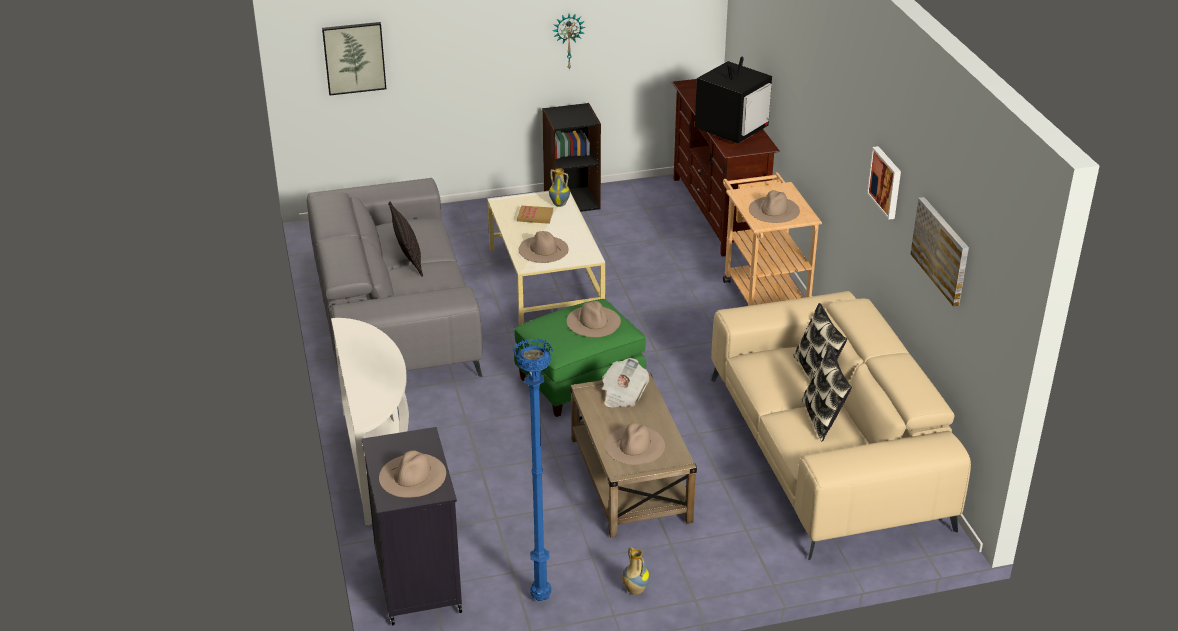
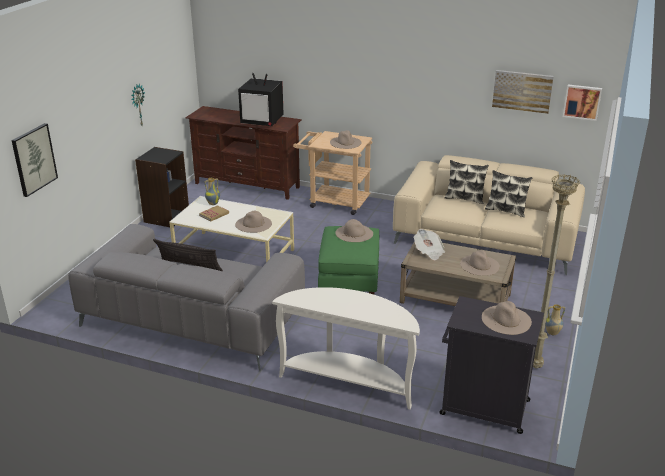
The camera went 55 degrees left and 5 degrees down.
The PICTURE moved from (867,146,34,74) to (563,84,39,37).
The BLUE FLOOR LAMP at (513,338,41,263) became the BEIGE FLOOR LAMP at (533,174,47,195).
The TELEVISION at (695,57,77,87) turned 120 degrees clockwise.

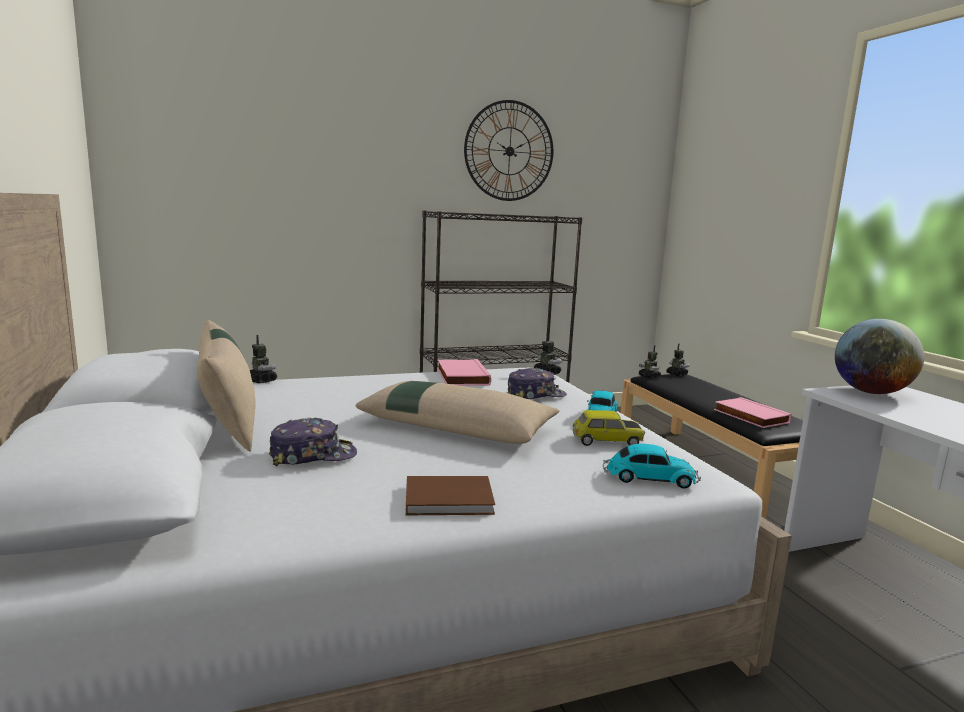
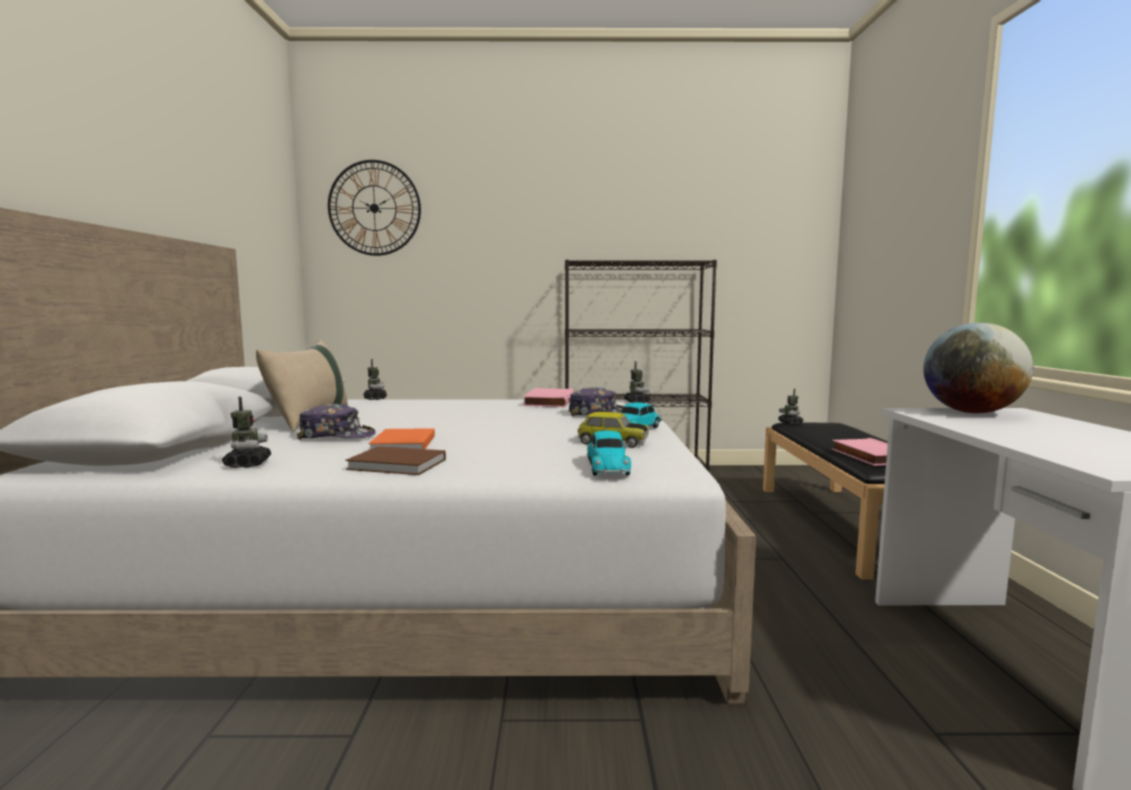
The camera went 20 degrees right and 5 degrees down.
The BEIGE PILLOW at (356,381,204,63) disappeared.
The ORANGE BOOK at (368,428,67,21) appeared.
The WALL CLOCK moved from (464,100,89,101) to (328,160,93,96).
The TOY ROBOT moved from (666,343,24,33) to (222,397,49,71).
The TOY CAR at (603,444,98,44) turned 60 degrees clockwise.

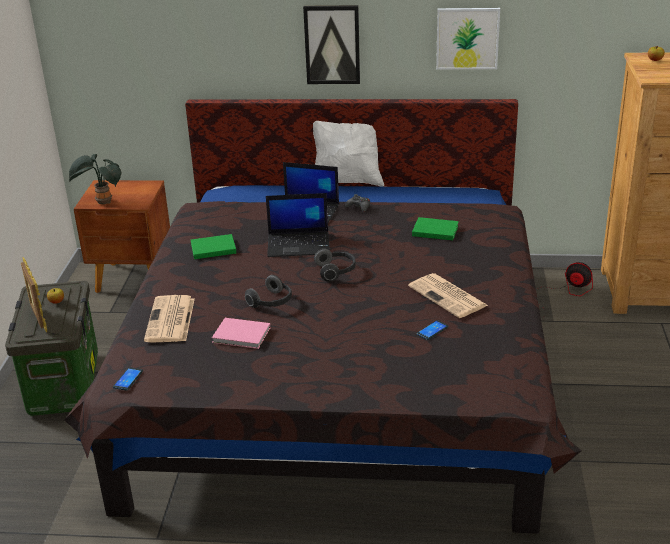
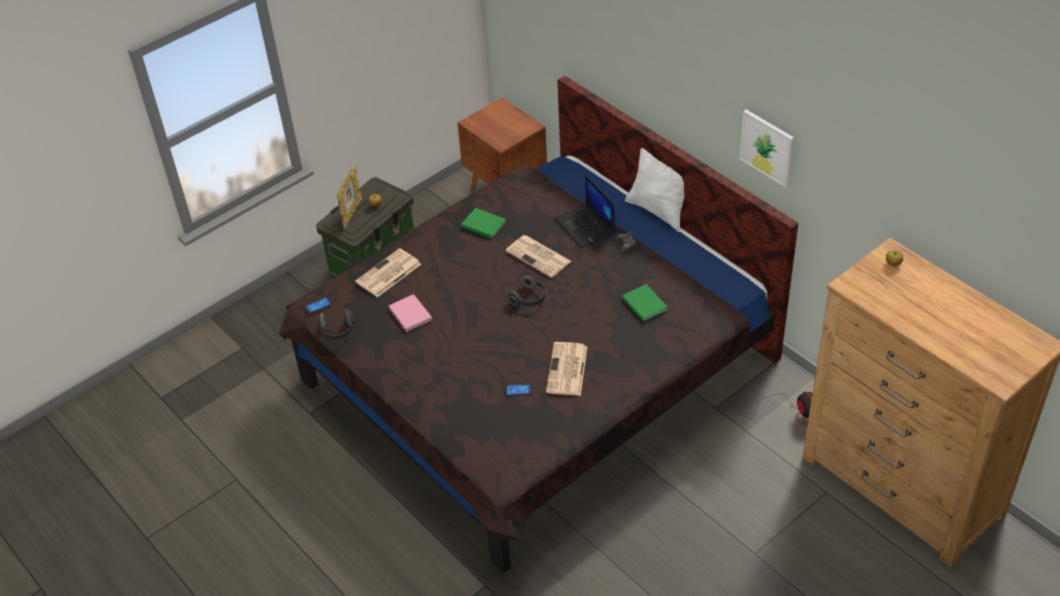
The camera went 45 degrees right and 15 degrees up.
The POTTED PLANT at (69,154,53,50) disappeared.
The PICTURE at (303,5,57,79) disappeared.
The HEADPHONES moved from (245,275,47,33) to (317,310,37,30).
The LAPTOP at (266,193,63,64) was replaced by the NEWSPAPER at (506,235,66,43).

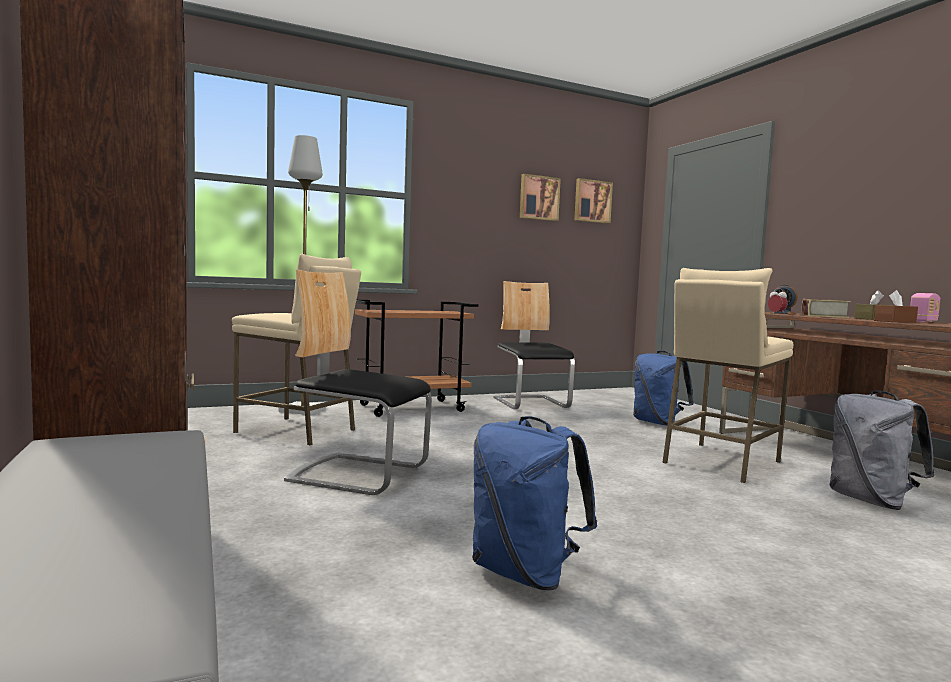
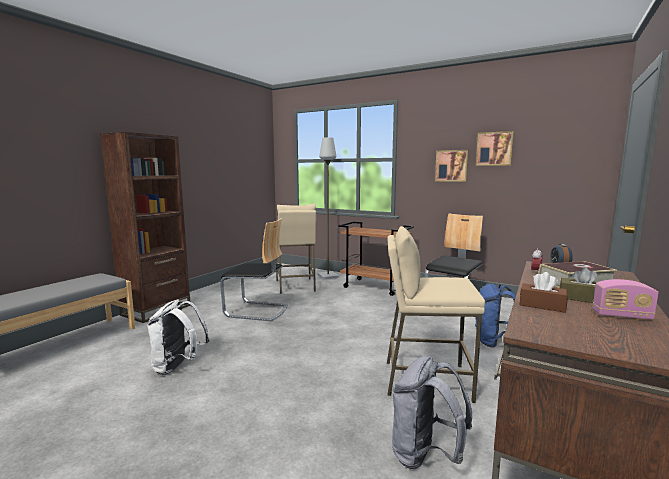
The camera went 55 degrees right and 5 degrees up.
The PICTURE moved from (574,178,39,46) to (435,150,34,32).
The BLUE BACKPACK at (472,416,125,174) became the WHITE BACKPACK at (147,300,63,75).
The CHAIR at (284,270,148,225) turned 120 degrees clockwise.

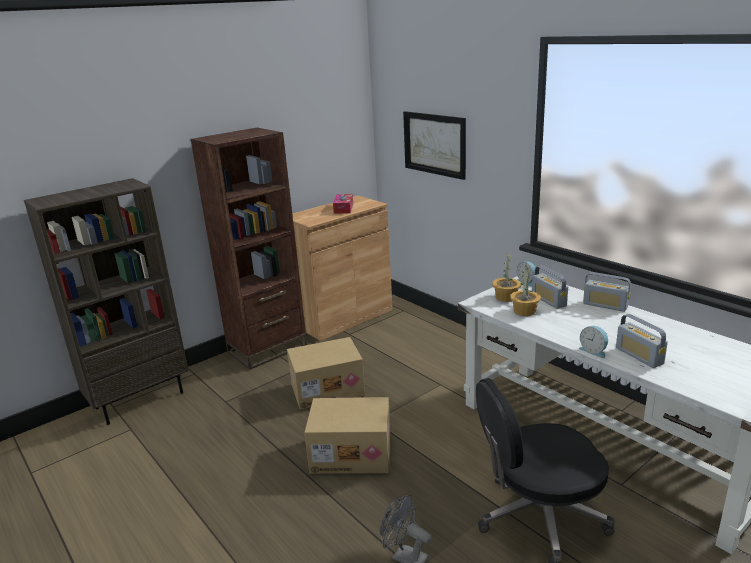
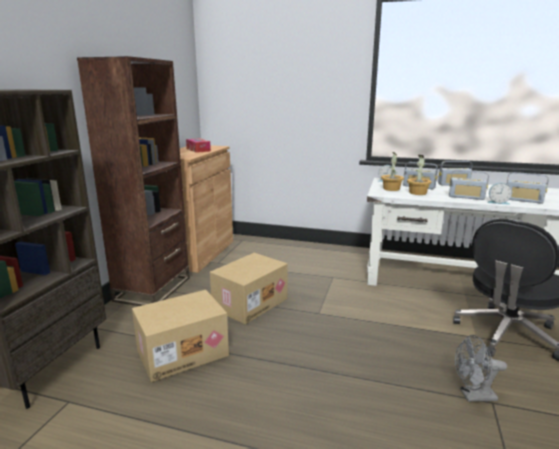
The camera went 35 degrees left and 5 degrees down.
The PICTURE at (403,111,63,69) disappeared.
The RADIO at (449,170,40,30) appeared.
The CARDBOARD BOX moved from (304,397,87,77) to (132,290,97,92).

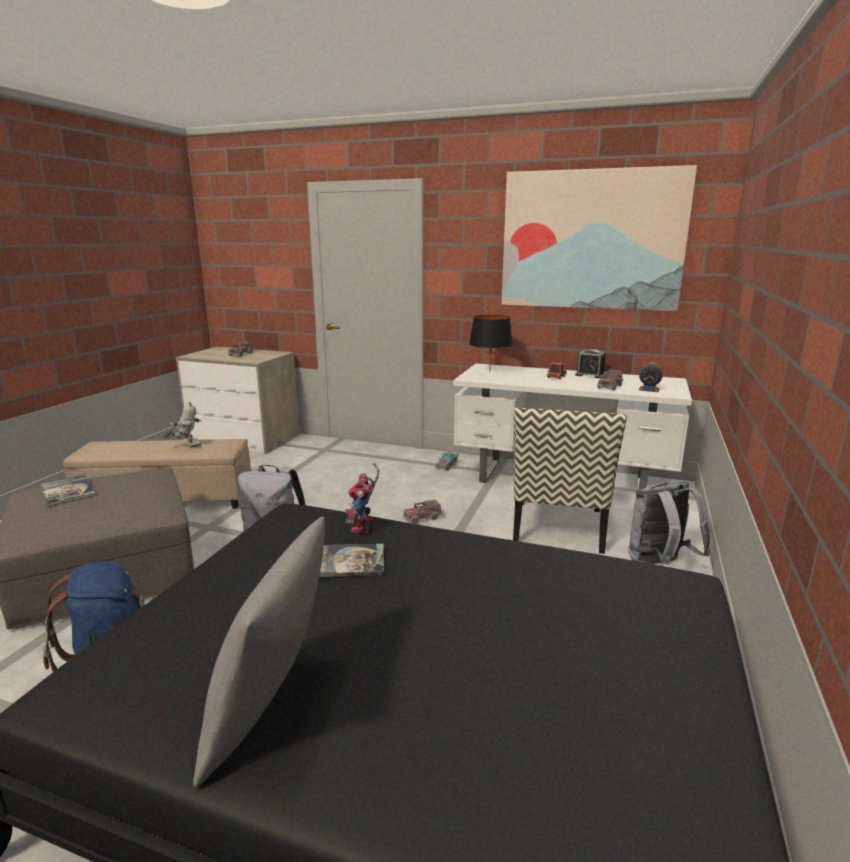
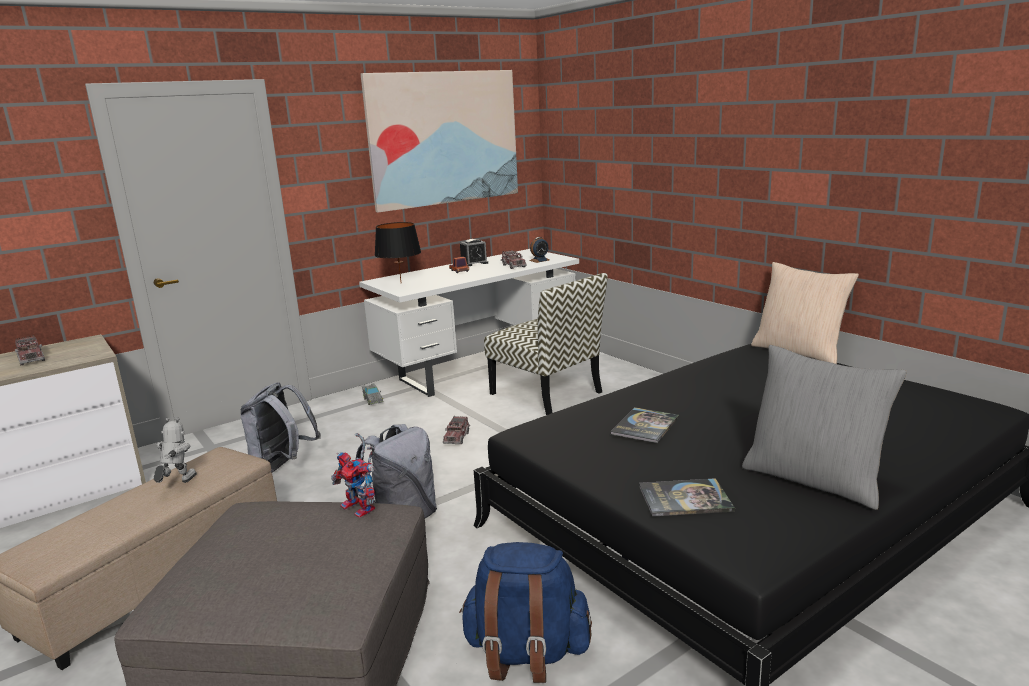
The camera went 55 degrees left and 0 degrees up.
The BEIGE PILLOW at (751,262,108,102) appeared.
The BOOK moved from (40,474,56,32) to (639,478,96,39).
The TOY ROBOT moved from (345,463,34,70) to (331,433,44,85).
The GREY BACKPACK moved from (628,481,83,84) to (240,382,81,91).

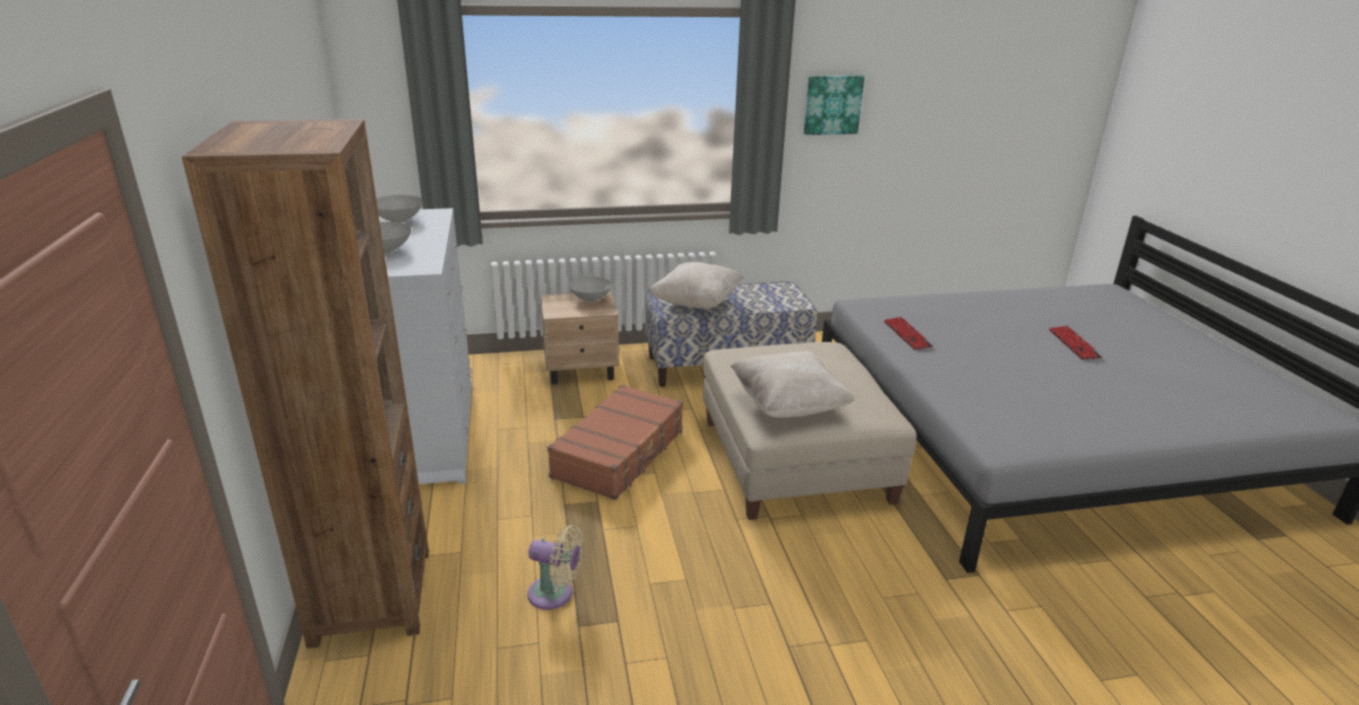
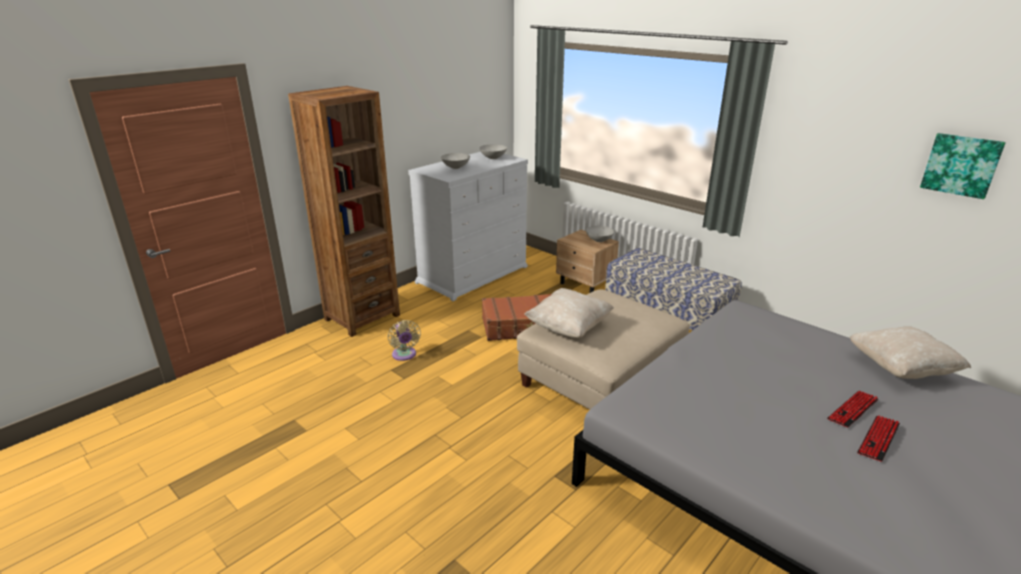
The camera went 55 degrees right and 0 degrees up.
The BEIGE PILLOW moved from (649,262,96,47) to (849,326,122,53).
The PICTURE moved from (804,75,61,60) to (920,133,86,66).
The KEYBOARD moved from (884,317,49,33) to (857,415,43,47).

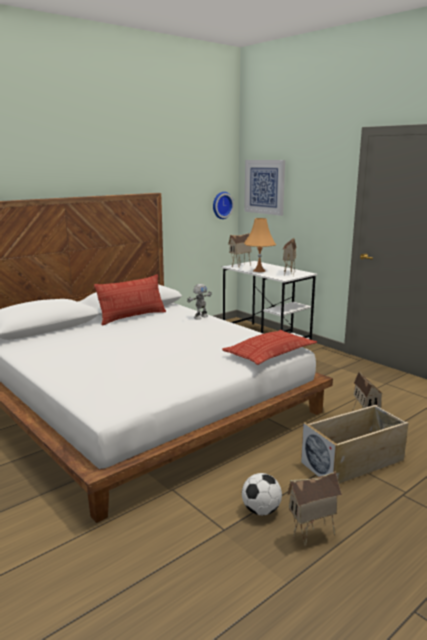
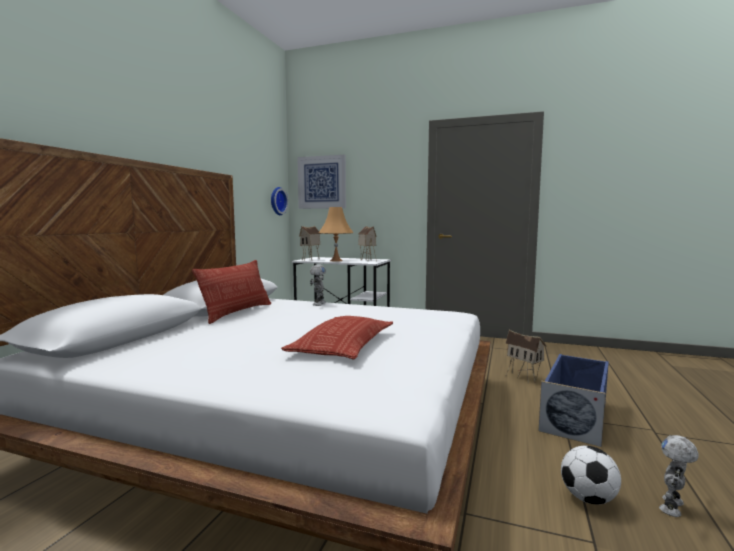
The camera went 30 degrees left and 10 degrees down.
The PILLOW moved from (222,330,95,35) to (281,316,112,43).
The TOY HOUSE at (287,471,55,76) was replaced by the TOY ROBOT at (659,435,40,82).
The BEIGE STORAGE BOX at (301,405,108,78) became the BLUE STORAGE BOX at (539,354,70,93).

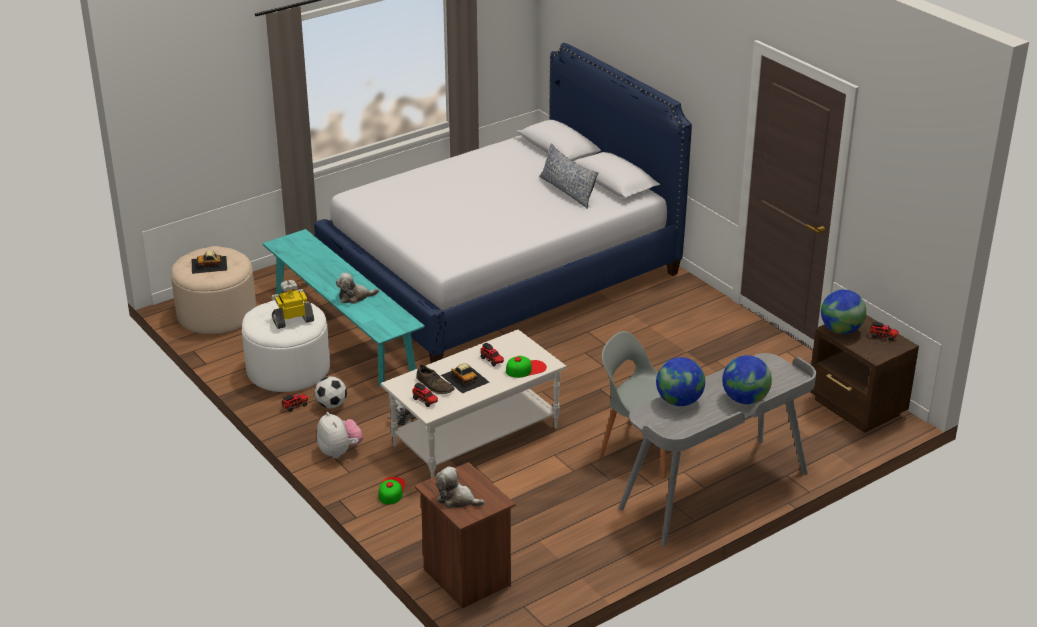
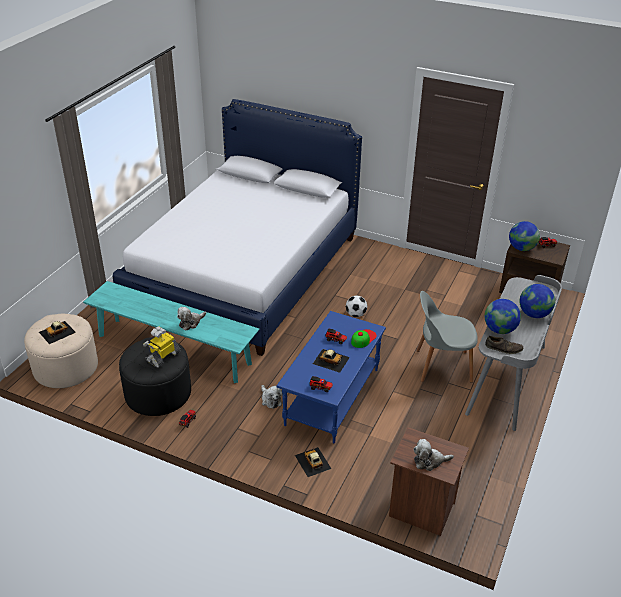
The camera went 30 degrees left and 5 degrees up.
The PLUSH TOY at (317,412,46,47) disappeared.
The PILLOW at (539,143,59,66) disappeared.
The FOOTBALL moved from (315,376,32,33) to (346,295,21,22).
The BROWN SHOE moved from (416,365,39,29) to (485,336,38,18).
The CAP at (379,477,26,28) was replaced by the TOY CAR at (295,447,36,30).
The WHITE OTTOMAN at (242,300,88,92) became the BLACK OTTOMAN at (119,337,72,79).
The WHITE COFFEE TABLE at (381,329,186,149) became the BLUE COFFEE TABLE at (277,311,109,132).

